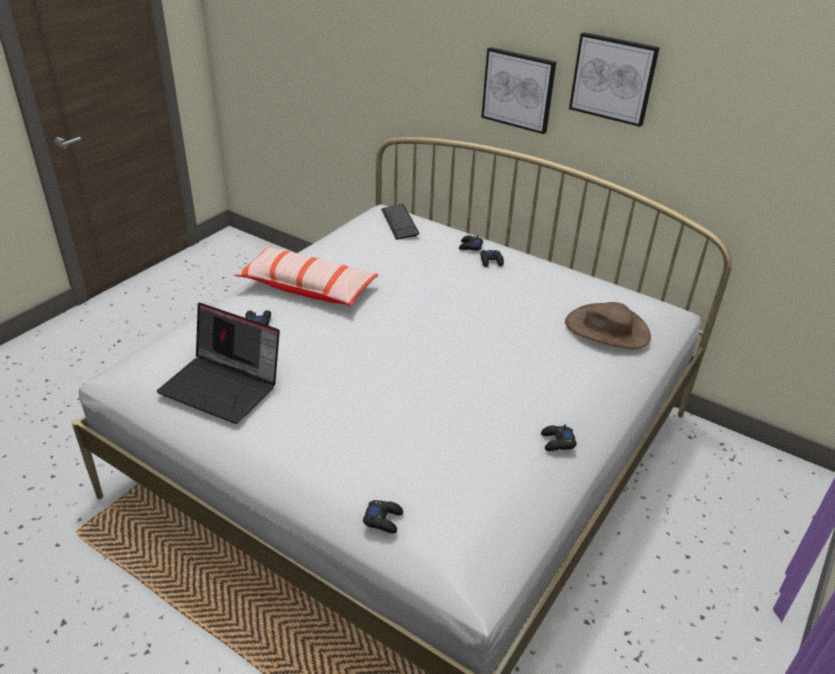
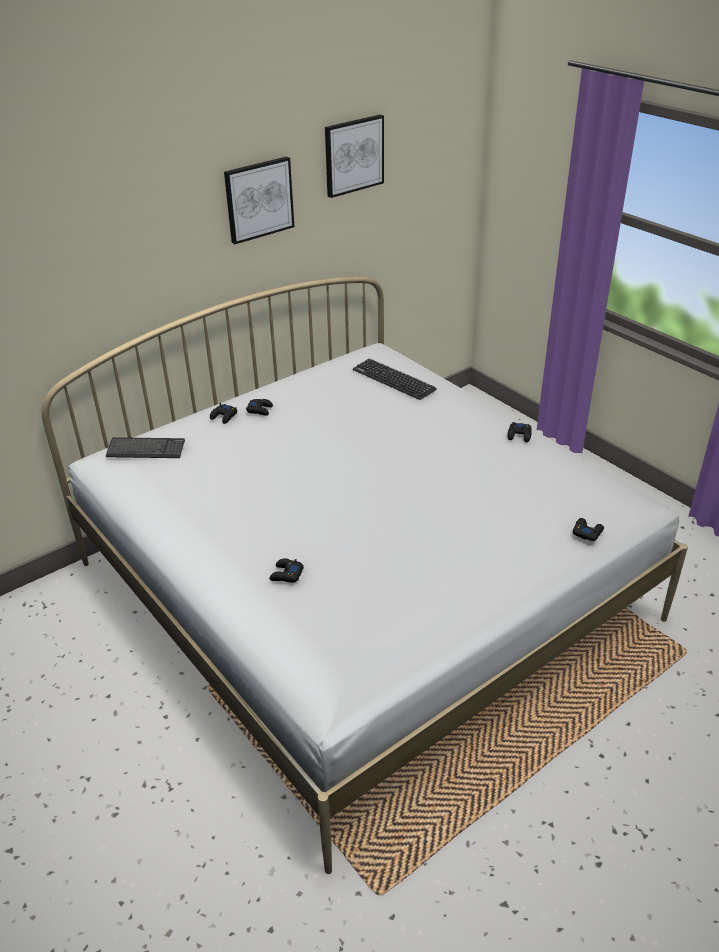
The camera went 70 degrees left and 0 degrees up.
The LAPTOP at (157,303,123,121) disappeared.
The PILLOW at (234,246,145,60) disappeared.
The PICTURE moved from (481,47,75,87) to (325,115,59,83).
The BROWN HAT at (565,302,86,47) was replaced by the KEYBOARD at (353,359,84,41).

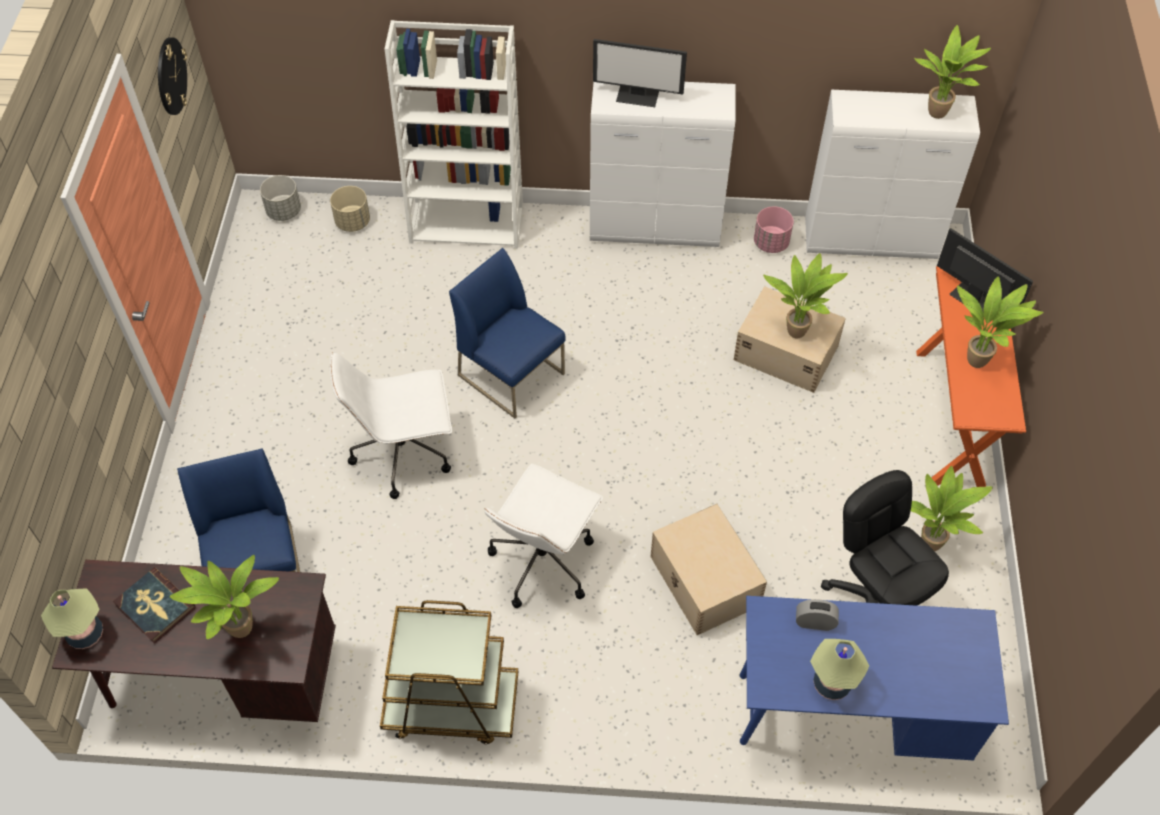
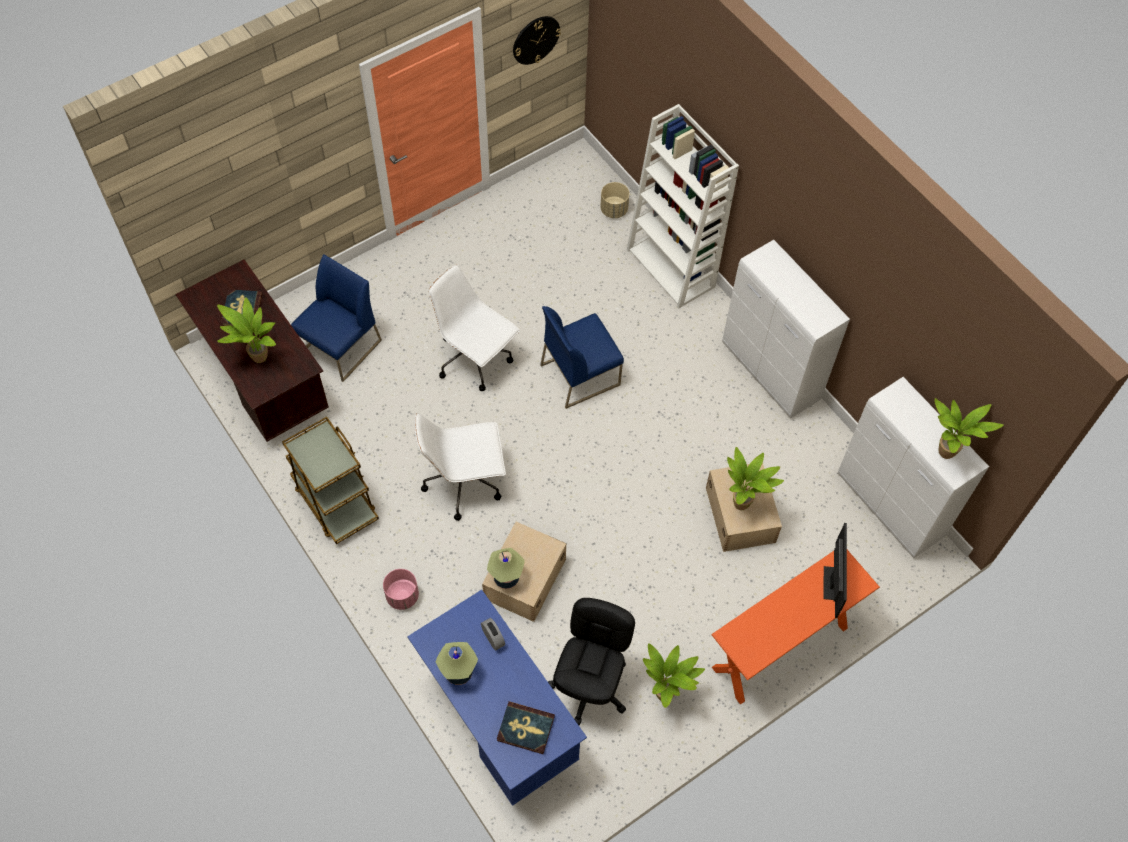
The camera went 50 degrees right and 5 degrees up.
The GREY PLANTER at (260,175,41,46) disappeared.
The MONITOR at (593,39,94,68) disappeared.
The POTTED PLANT at (957,277,86,91) disappeared.
The BOOK at (497,701,58,53) appeared.
The TABLE LAMP moved from (41,589,62,60) to (487,548,38,41).
The PINK PLANTER moved from (754,206,40,47) to (383,569,36,41).
The BLUE CHAIR at (449,248,117,171) turned 120 degrees counterclockwise.

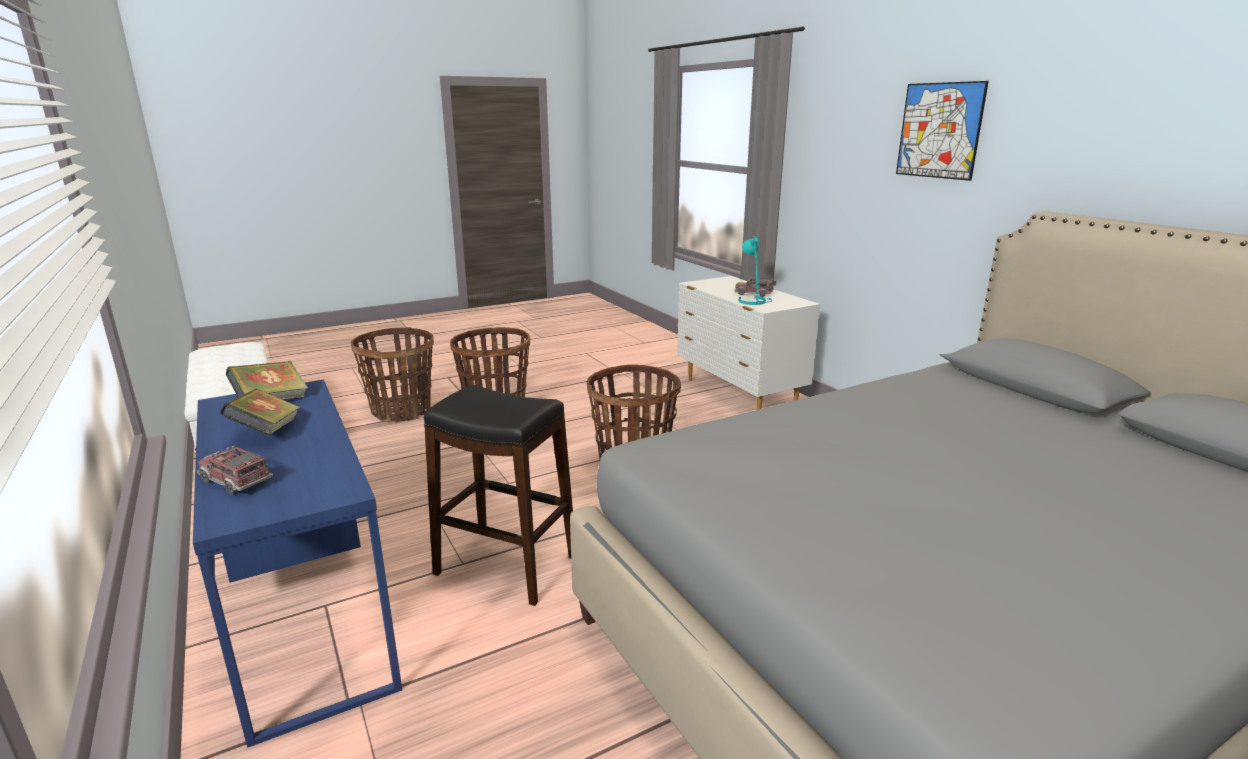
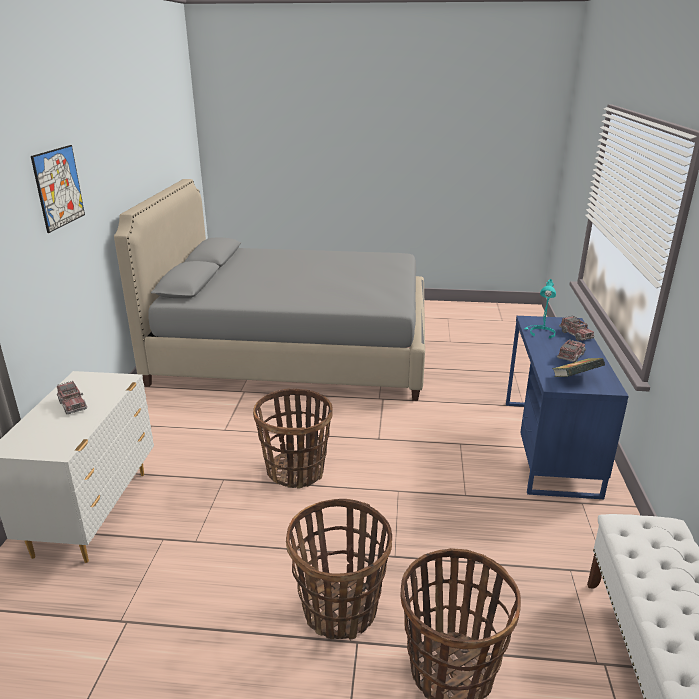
The camera went 145 degrees left and 5 degrees up.
The BLACK STOOL at (424,385,149,221) disappeared.
The TURQUOISE TABLE LAMP moved from (739,236,33,69) to (524,279,32,59).
The BOOK at (220,389,80,46) was replaced by the TOY TRUCK at (557,339,29,24).

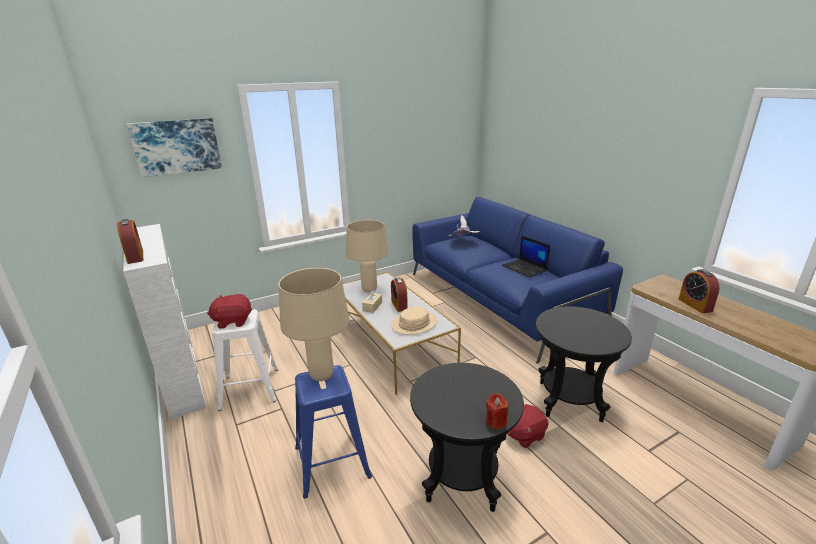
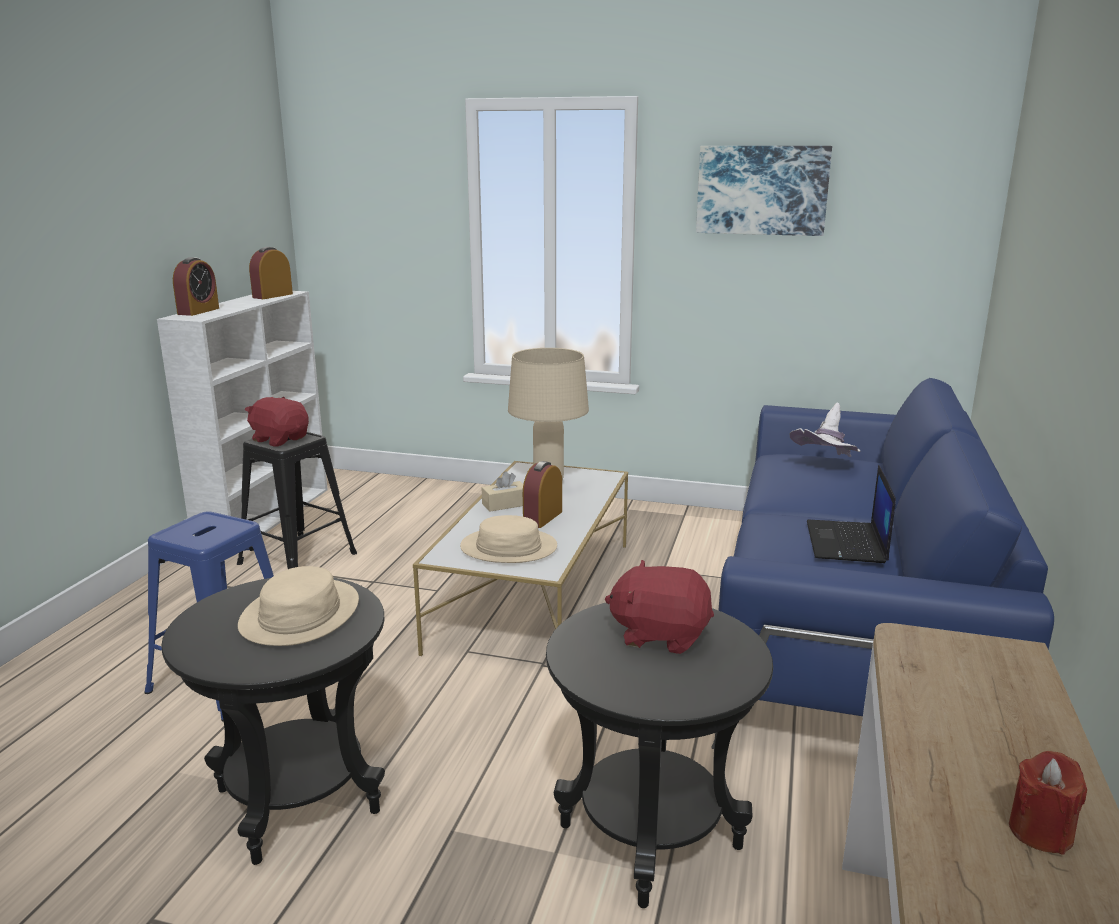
The camera went 45 degrees right and 5 degrees down.
The BEIGE TABLE LAMP at (278,268,72,113) disappeared.
The BEIGE HAT at (238,566,121,80) appeared.
The PICTURE moved from (127,118,95,59) to (696,146,136,90).
The RED CANDLE moved from (486,393,22,36) to (1009,751,78,104).
The RED PLUSH TOY moved from (508,404,41,44) to (605,560,109,94).
The ALARM CLOCK moved from (678,269,42,44) to (249,247,44,52).
The WHITE STOOL at (212,309,66,102) became the BLACK STOOL at (237,432,120,137).

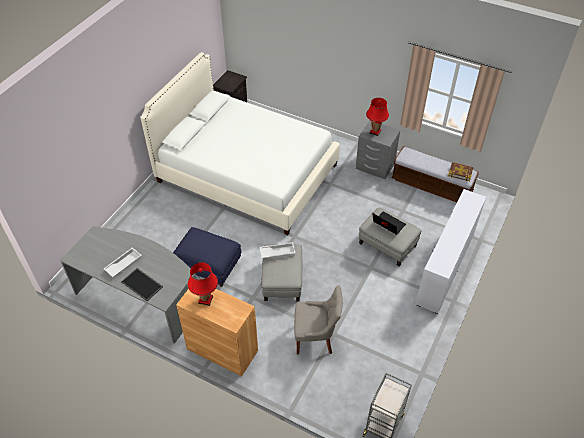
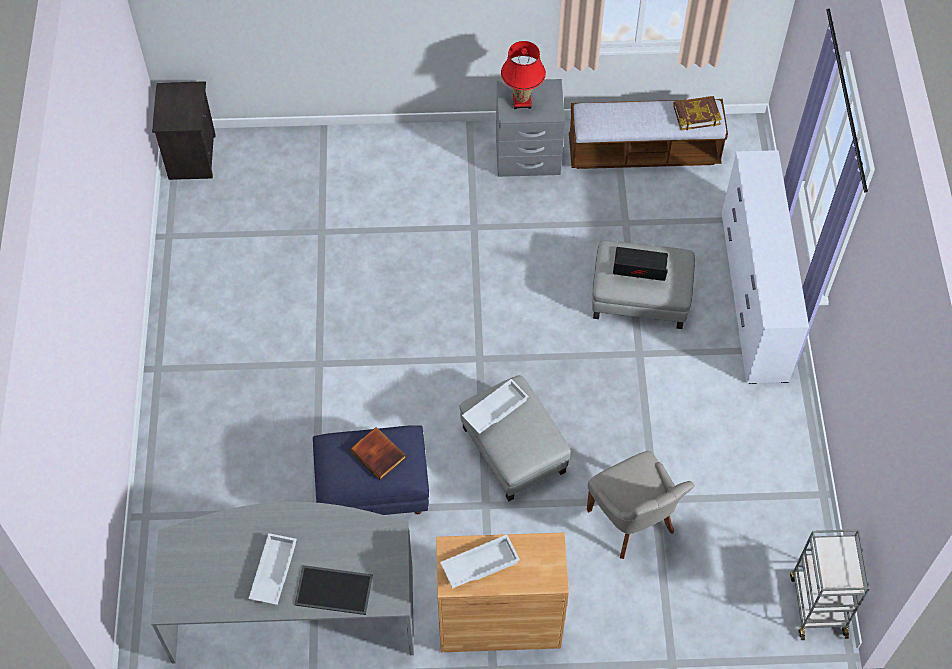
The camera went 30 degrees left and 10 degrees up.
The WHITE BED at (140,52,200,183) disappeared.
The BOOK at (350,427,56,53) appeared.
The RED TABLE LAMP at (188,263,30,43) was replaced by the WHITE TRAY at (440,535,80,54).
The GREY CHAIR at (294,286,49,69) turned 90 degrees clockwise.

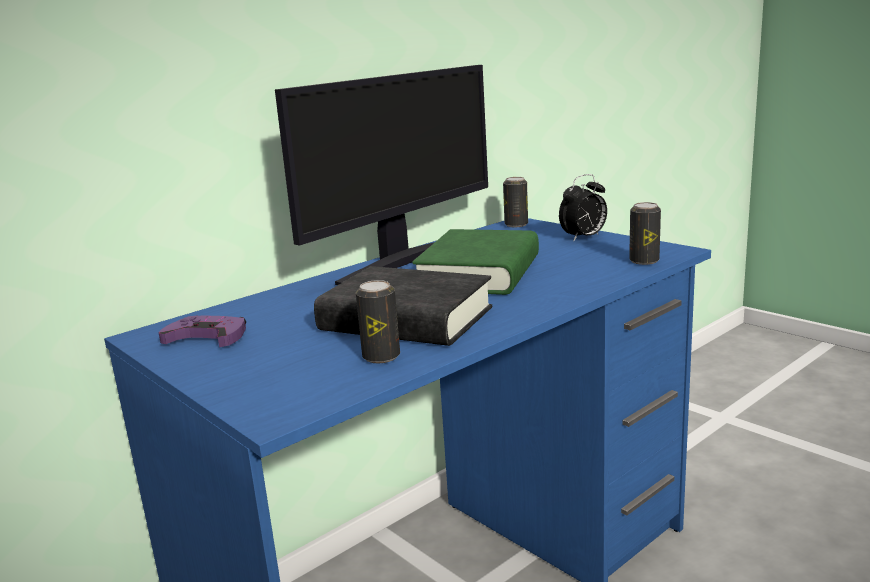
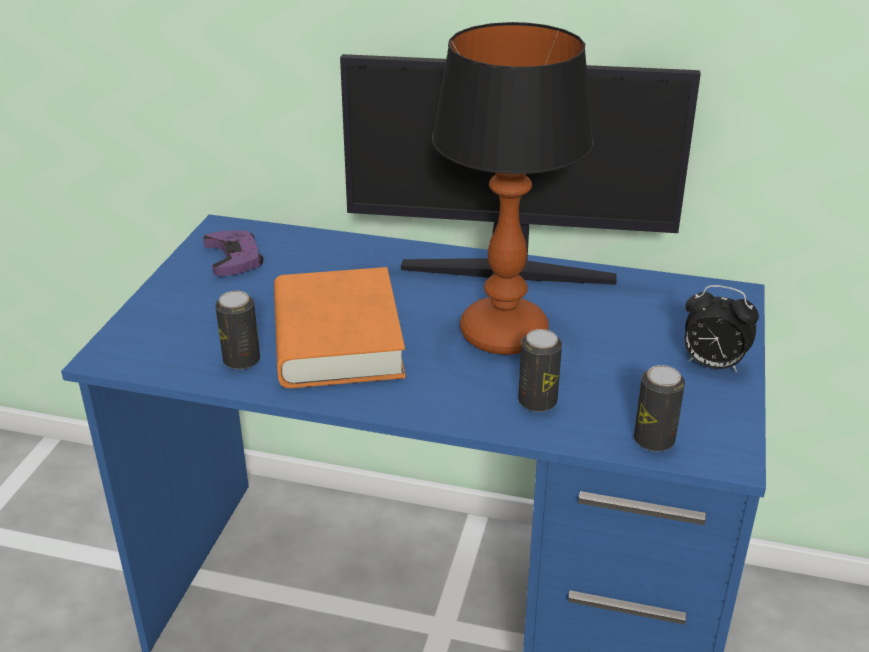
The camera went 55 degrees right and 15 degrees up.
The CAN moved from (503,177,25,50) to (518,329,44,83).
The GREEN BOOK at (413,229,126,66) was replaced by the TABLE LAMP at (432,22,162,333).
The BLACK BOOK at (314,266,178,80) became the ORANGE BOOK at (274,267,132,121).

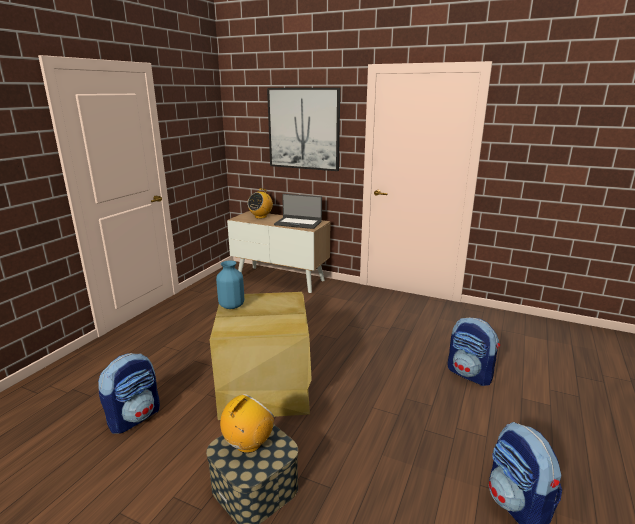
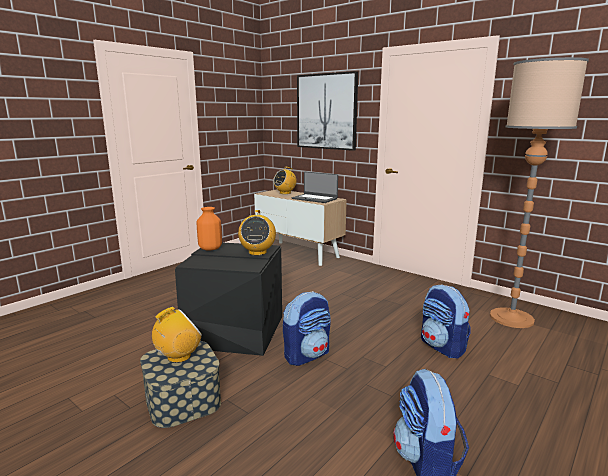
The camera went 15 degrees right and 5 degrees down.
The RADIO at (238,210,38,46) appeared.
The FLOOR LAMP at (490,57,99,271) appeared.
The BACKPACK moved from (98,353,62,80) to (283,291,48,75).
The BEIGE STORAGE BOX at (210,292,102,128) became the BLACK STORAGE BOX at (175,243,107,113).
The BLUE VASE at (216,260,28,49) became the ORANGE VASE at (196,207,26,44).

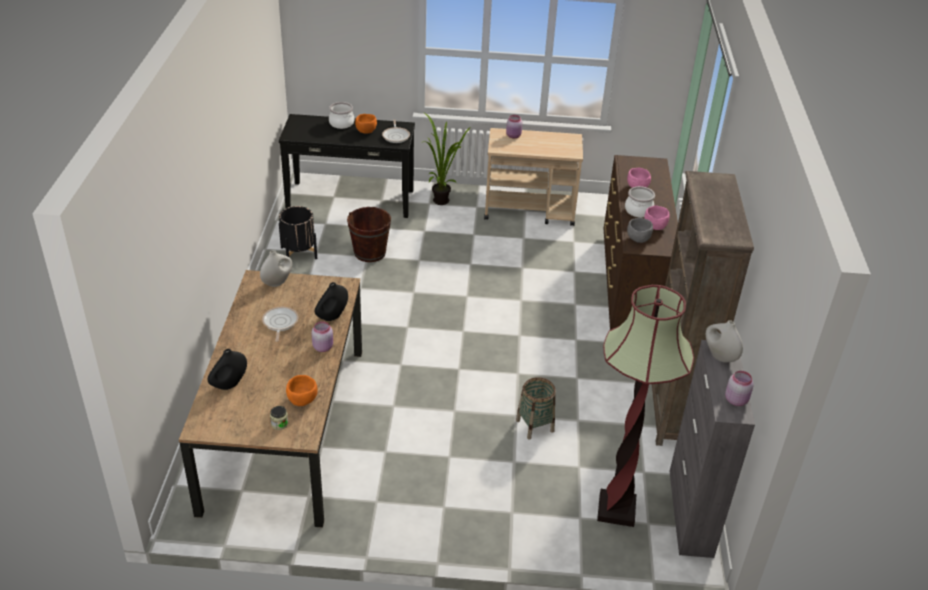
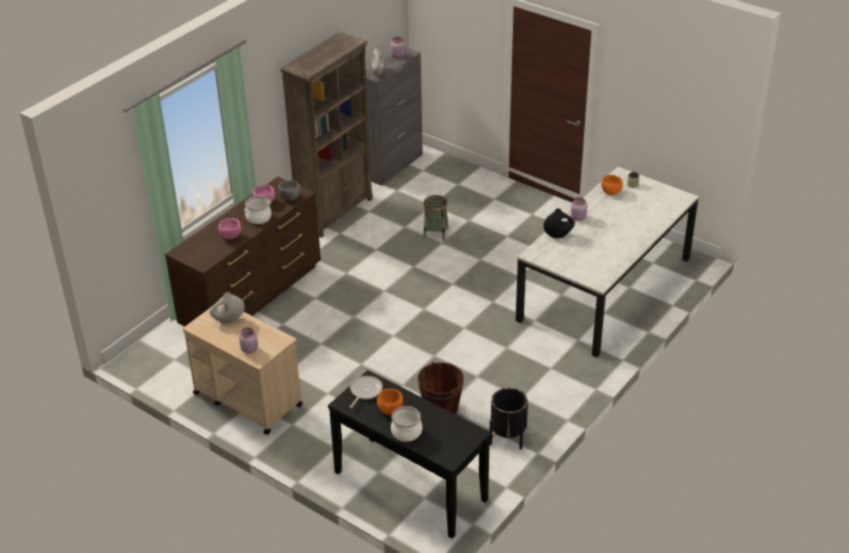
The camera went 145 degrees left and 0 degrees up.
The BLACK VASE at (207,349,40,41) disappeared.
The FRYING PAN at (262,307,37,35) disappeared.
The POTTED PLANT at (423,113,48,92) disappeared.
The FLOOR LAMP at (597,285,97,242) disappeared.
The WHITE VASE moved from (260,250,32,37) to (210,292,35,32).
The BROWN DINING TABLE at (179,270,183,258) became the WHITE DINING TABLE at (515,167,184,191).

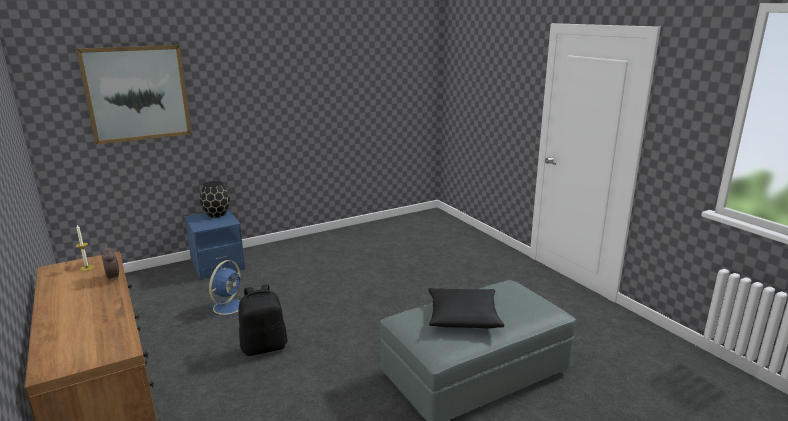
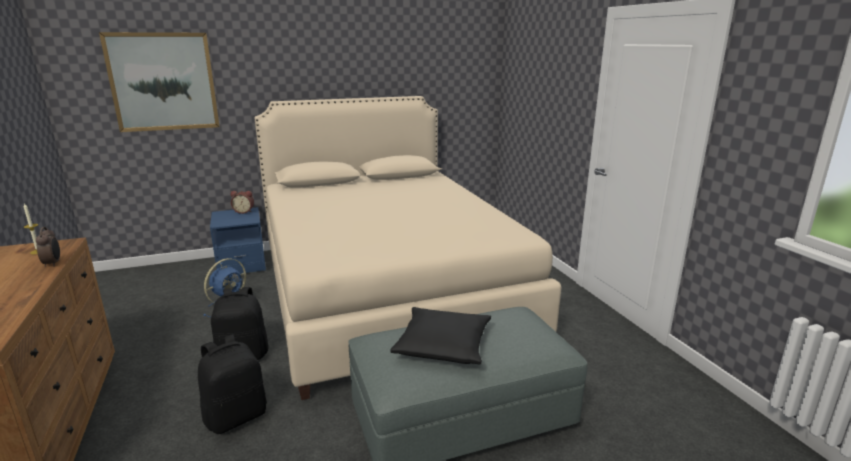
The camera went 10 degrees right and 0 degrees up.
The BLACK BACKPACK at (198,334,69,100) appeared.
The BEIGE BED at (254,96,307,304) appeared.
The BLACK VASE at (200,181,30,36) was replaced by the ALARM CLOCK at (230,191,24,23).

